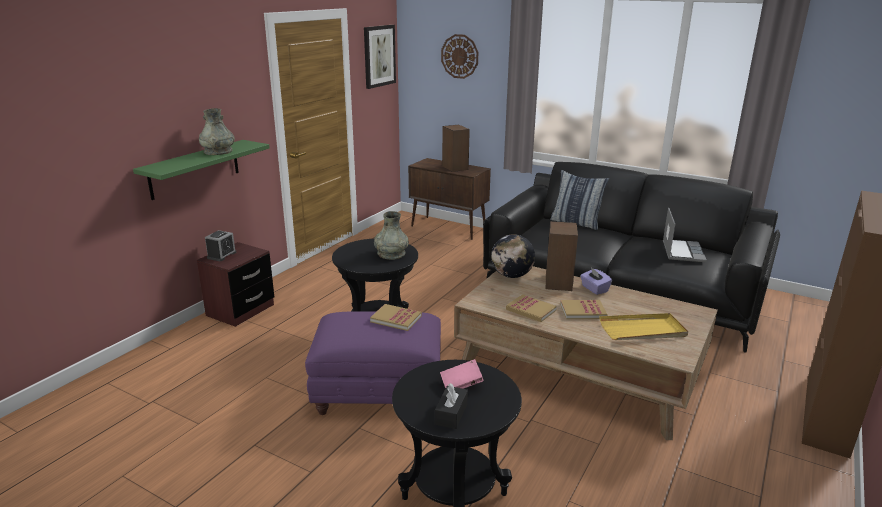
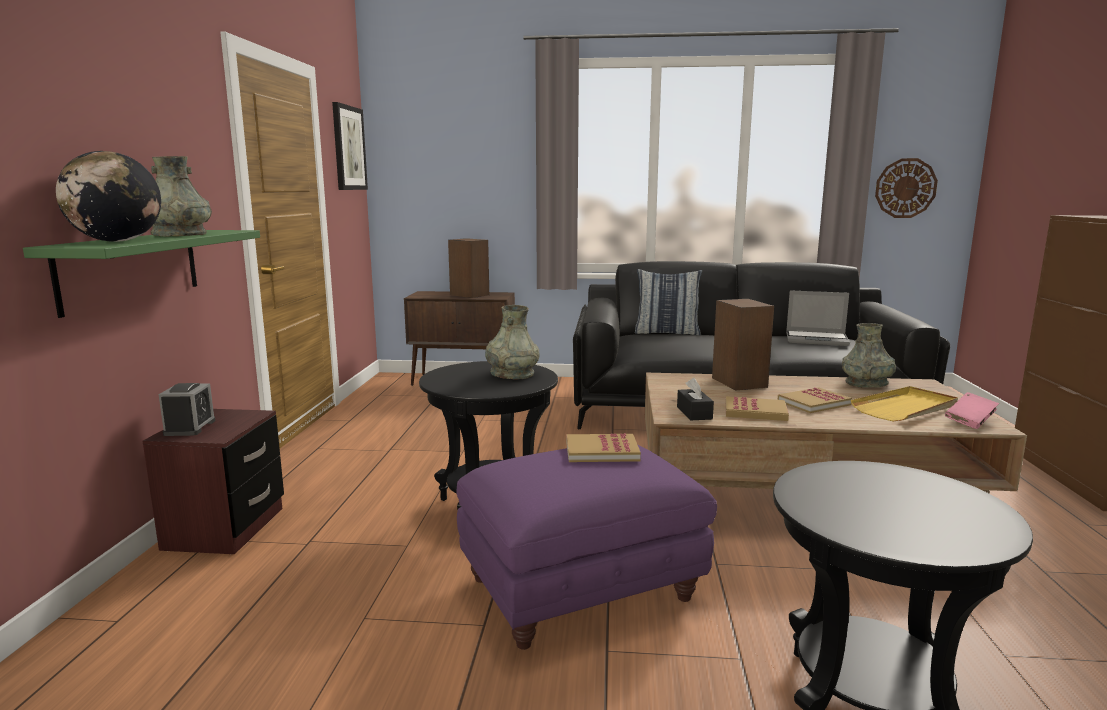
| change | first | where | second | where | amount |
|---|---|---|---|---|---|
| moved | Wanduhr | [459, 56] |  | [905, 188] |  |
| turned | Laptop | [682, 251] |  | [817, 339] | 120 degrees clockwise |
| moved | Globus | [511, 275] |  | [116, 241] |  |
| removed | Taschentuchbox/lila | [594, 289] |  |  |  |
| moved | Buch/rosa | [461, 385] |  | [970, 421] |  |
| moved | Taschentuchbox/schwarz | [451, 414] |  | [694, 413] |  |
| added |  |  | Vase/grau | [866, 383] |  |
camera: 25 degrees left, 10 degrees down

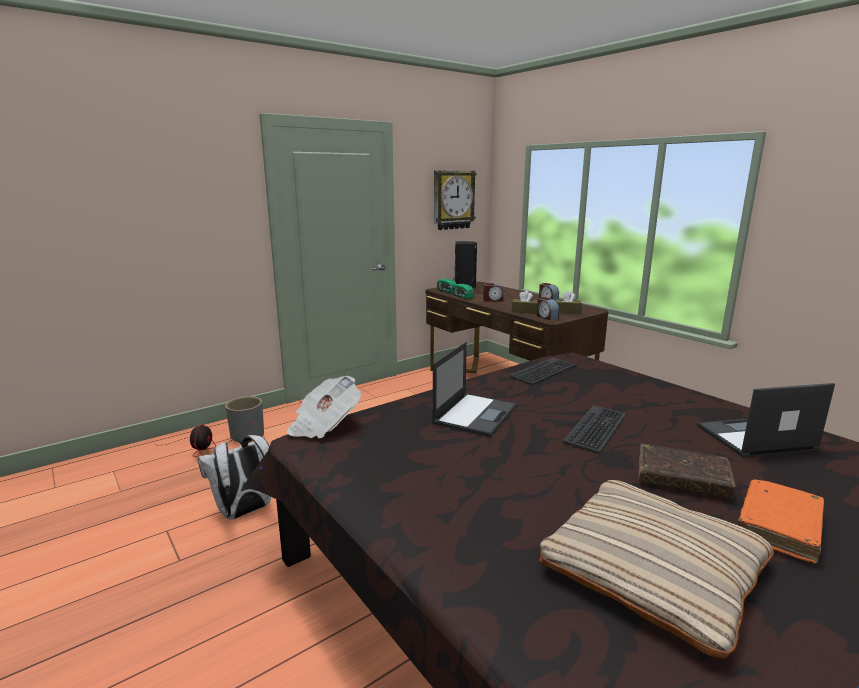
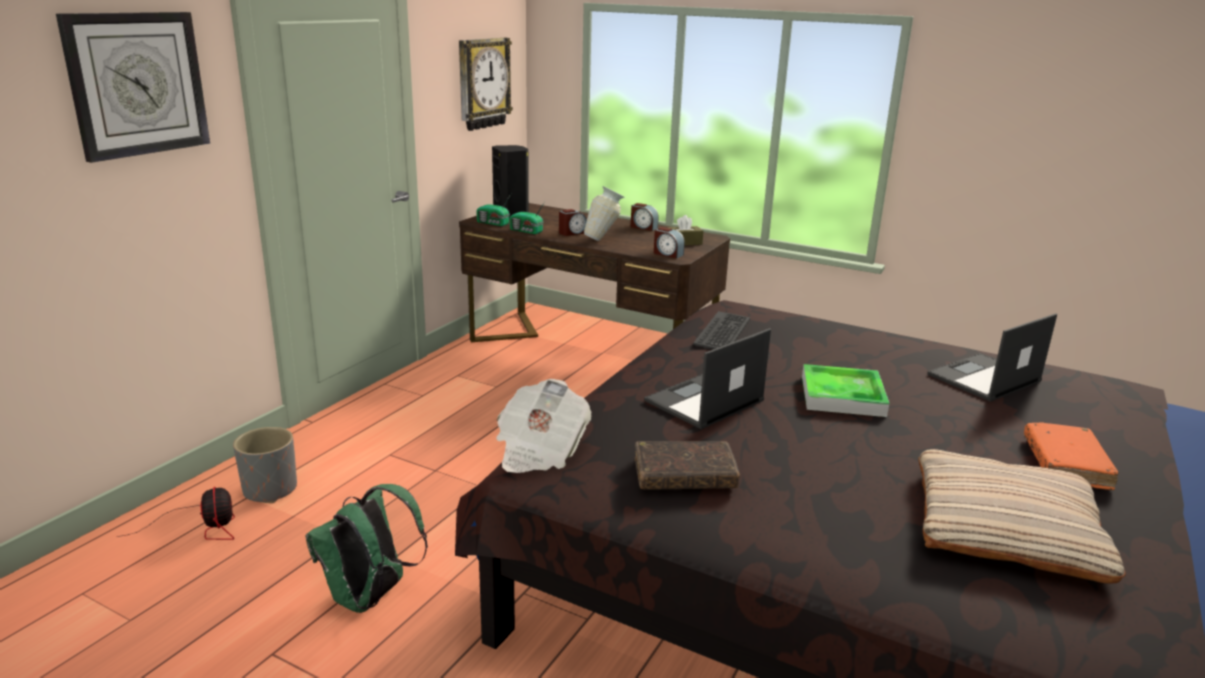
| change | first | where | second | where | amount |
|---|---|---|---|---|---|
| removed | Taschentuchbox/braun | [524, 311] |  |  |  |
| turned | Laptop | [475, 414] |  | [703, 401] | 135 degrees counterclockwise |
| replaced | Tastatur | [597, 429] | Tablett | [842, 396] |  |
| recoloured | Rucksack/weiß | [244, 512] | Rucksack/grün | [370, 598] |  |
| moved | Buch/braun | [682, 479] |  | [684, 476] |  |
| added |  |  | Wanduhr | [137, 84] |  |
| added |  |  | Vase | [604, 239] |  |
camera: 25 degrees left, 5 degrees up

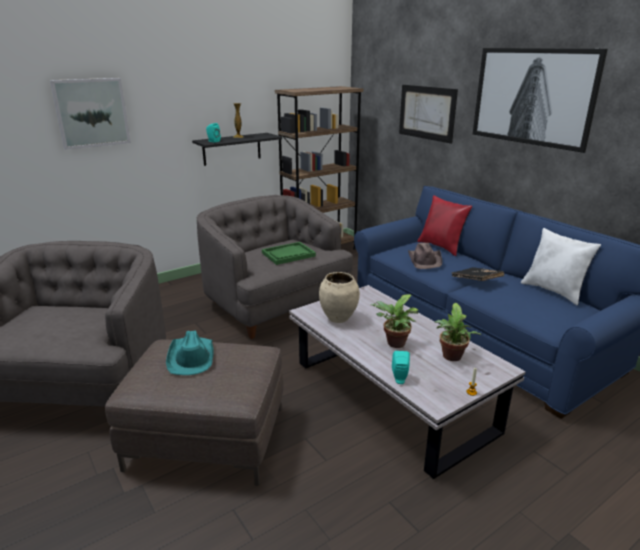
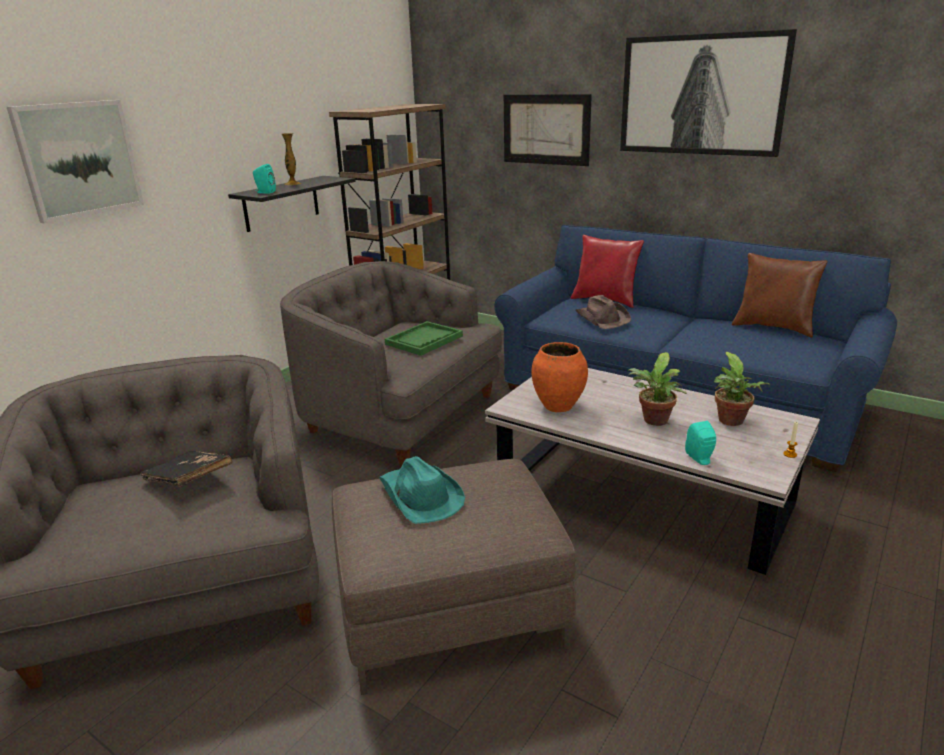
| change | first | where | second | where | amount |
|---|---|---|---|---|---|
| recoloured | Kissen/weiß | [554, 291] | Kissen/braun | [774, 327] |  |
| moved | Buch/schwarz | [476, 281] |  | [189, 481] |  |
| recoloured | Vase/beige | [338, 318] | Vase/orange | [558, 406] |  |
camera: 20 degrees left, 0 degrees up

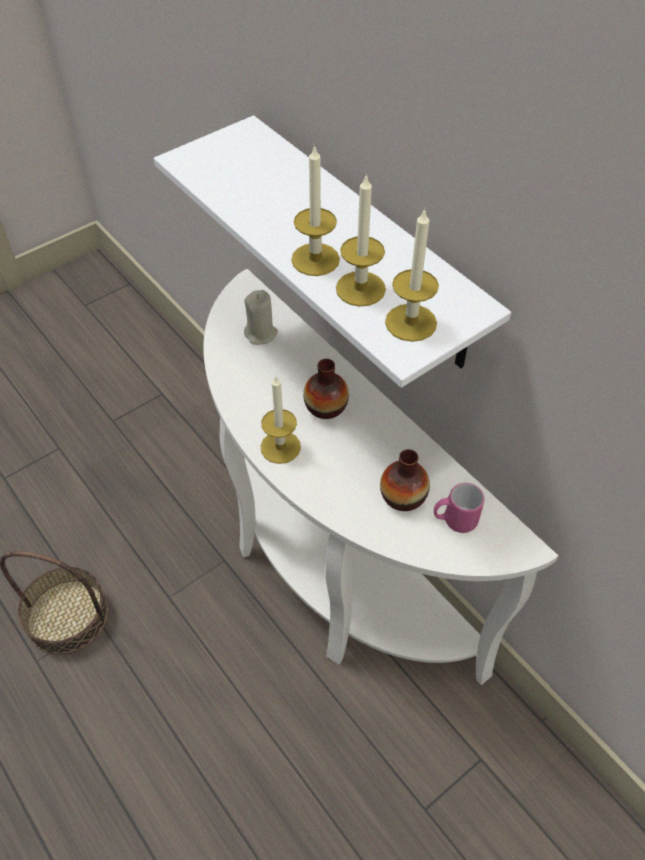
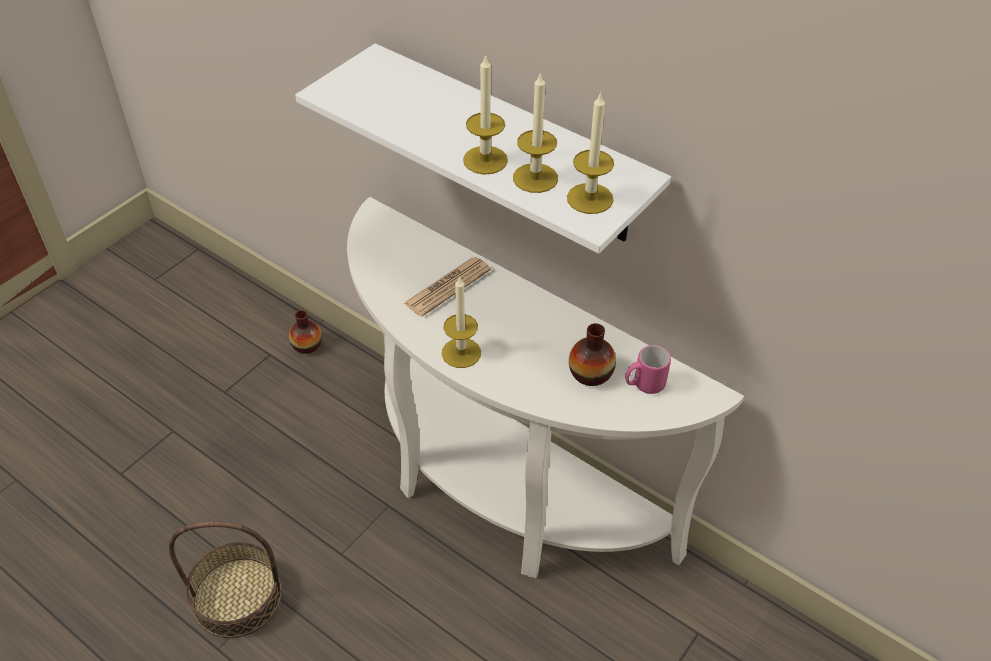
| change | first | where | second | where | amount |
|---|---|---|---|---|---|
| removed | Kerze/beige | [261, 334] |  |  |  |
| moved | Vase | [326, 406] |  | [307, 345] |  |
| added |  |  | Zeitung | [447, 287] |  |
camera: 15 degrees left, 5 degrees down

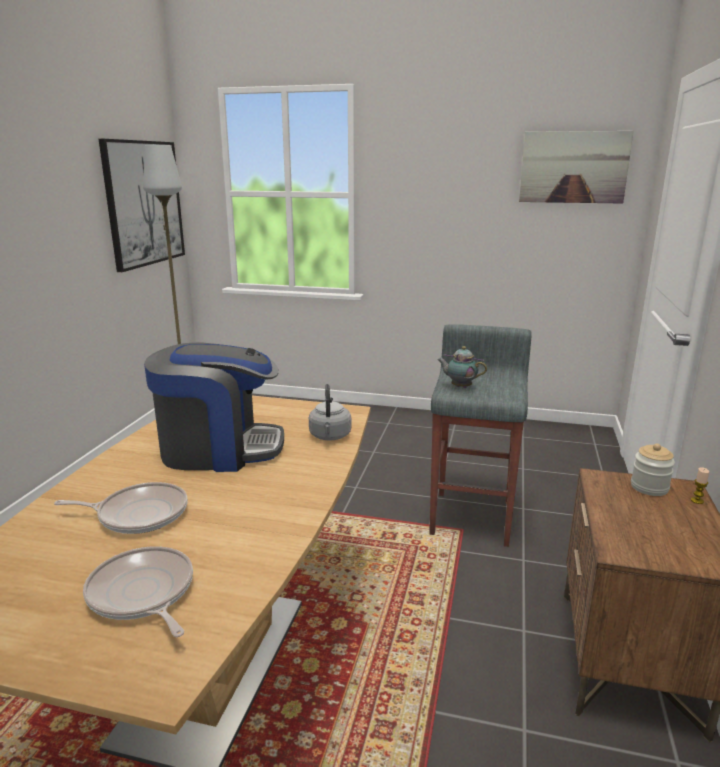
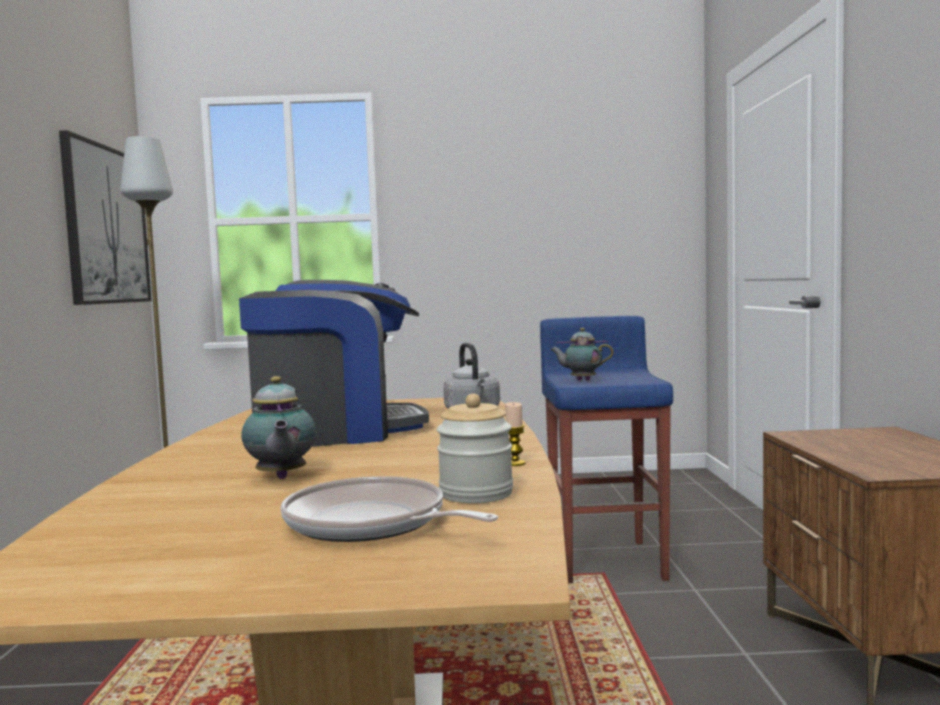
| change | first | where | second | where | amount |
|---|---|---|---|---|---|
| removed | Bild | [573, 167] |  |  |  |
| recoloured | Hocker/grau | [473, 517] | Hocker/blau | [607, 561] |  |
| moved | Vorratsglas | [649, 487] |  | [476, 493] |  |
| moved | Kerze | [697, 500] |  | [515, 463] |  |
| replaced | Pfanne | [138, 514] | Teekanne | [281, 478] |  |
camera: 15 degrees left, 15 degrees down

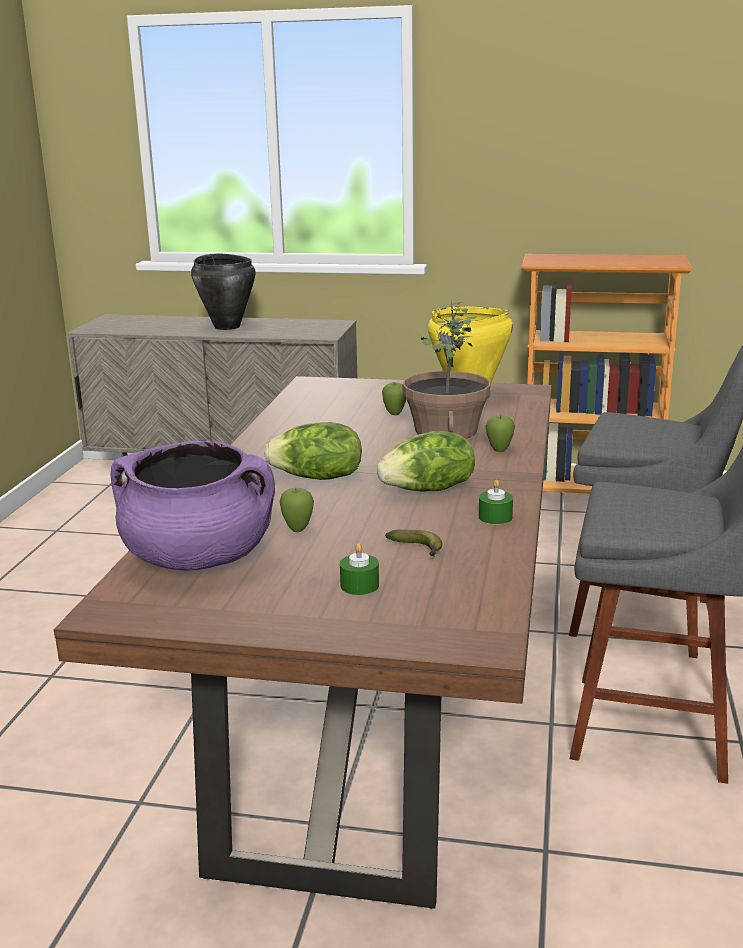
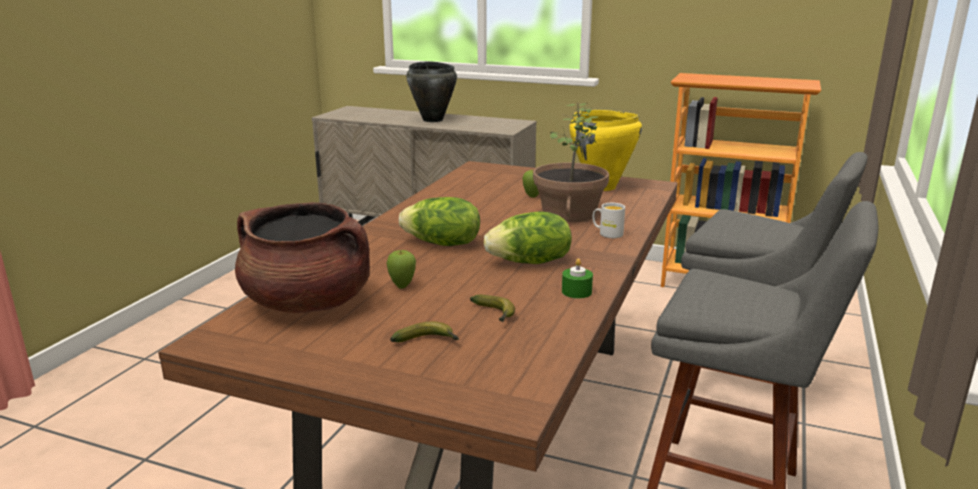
| change | first | where | second | where | amount |
|---|---|---|---|---|---|
| replaced | Apfel | [499, 450] | Henkelbecher/weiß | [607, 233] |  |
| recoloured | Kochtopf/lila | [199, 558] | Kochtopf/braun | [308, 303] |  |
| replaced | Kerze/grün | [359, 585] | Banane | [428, 341] |  |
camera: 10 degrees right, 0 degrees up

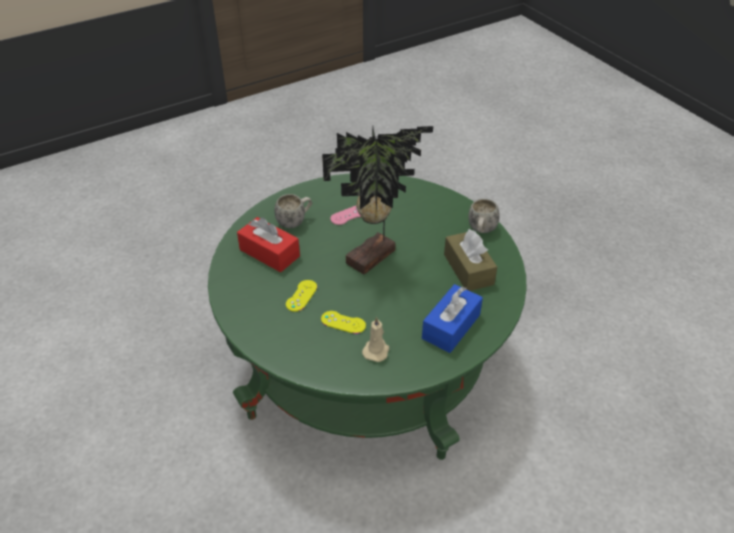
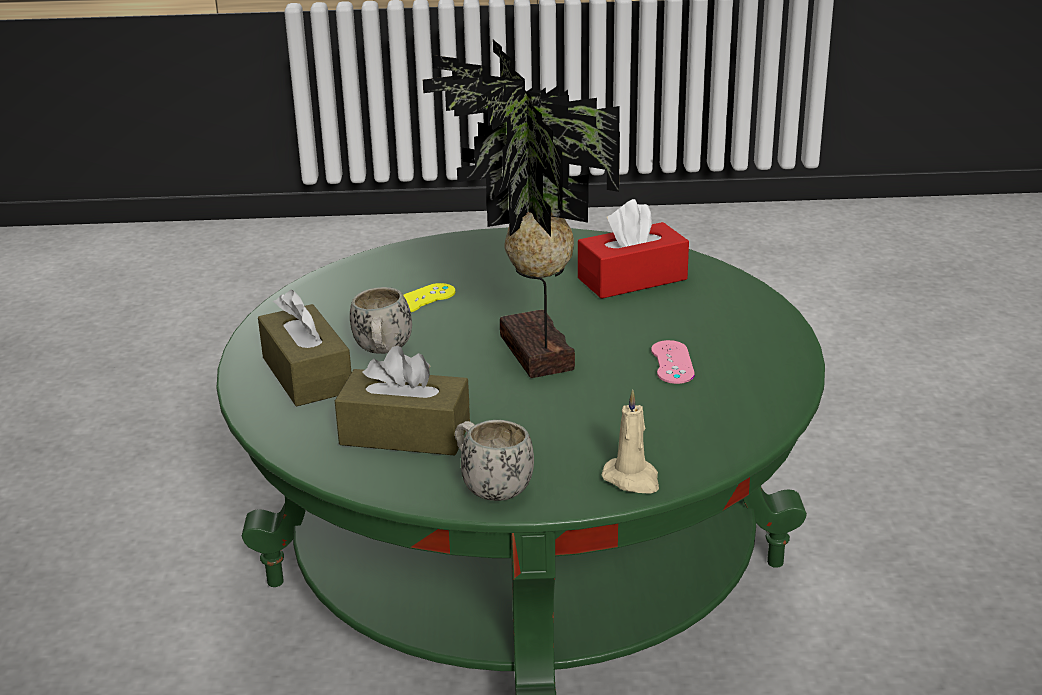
| change | first | where | second | where | amount |
|---|---|---|---|---|---|
| moved | Henkelbecher/weiß | [295, 221] |  | [383, 353] |  |
| removed | Gamepad/gelb | [301, 296] |  |  |  |
| recoloured | Taschentuchbox/blau | [451, 326] | Taschentuchbox/braun | [307, 375] |  |
| moved | Kerze/beige | [376, 350] |  | [632, 479] |  |
camera: 120 degrees right, 15 degrees down

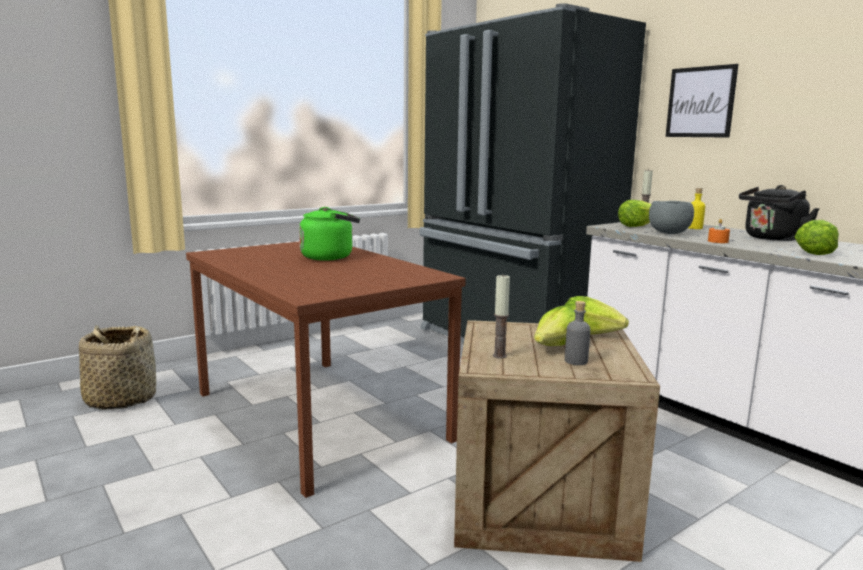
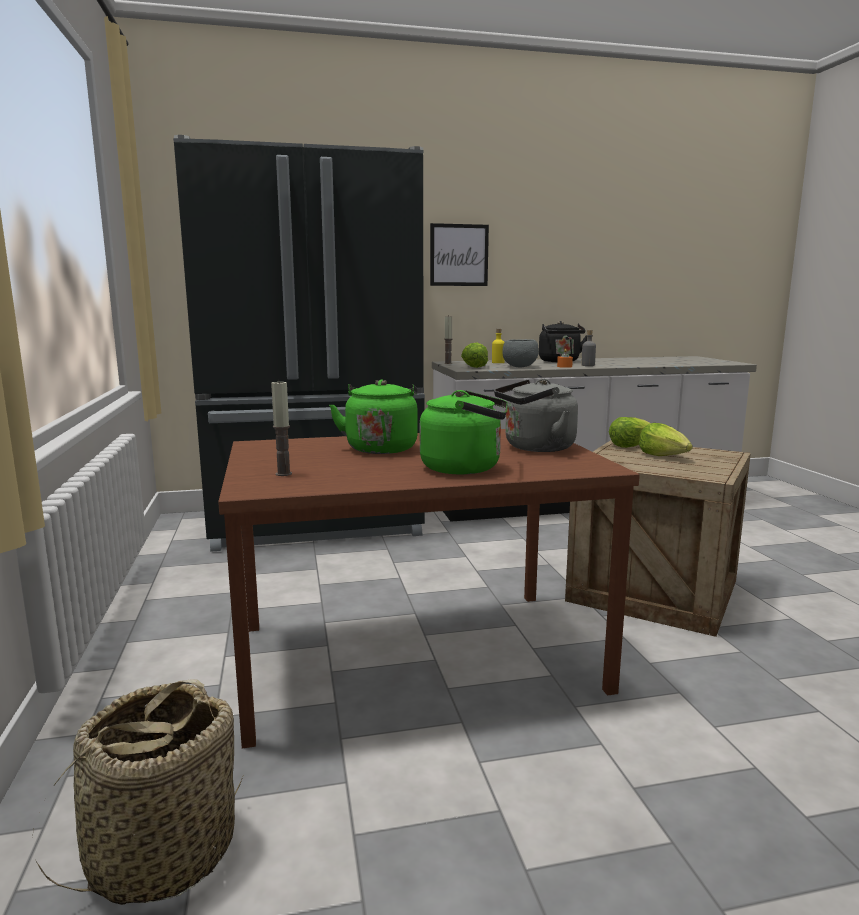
| change | first | where | second | where | amount |
|---|---|---|---|---|---|
| removed | Salatkopf | [813, 252] |  |  |  |
| moved | Kerze | [499, 356] |  | [284, 474] |  |
| moved | Flasche/grau | [576, 361] |  | [588, 365] |  |
| added |  |  | Wasserkessel/grau | [535, 448] |  |
| added |  |  | Wasserkessel/grün | [466, 468] |  |
camera: 65 degrees left, 0 degrees up

